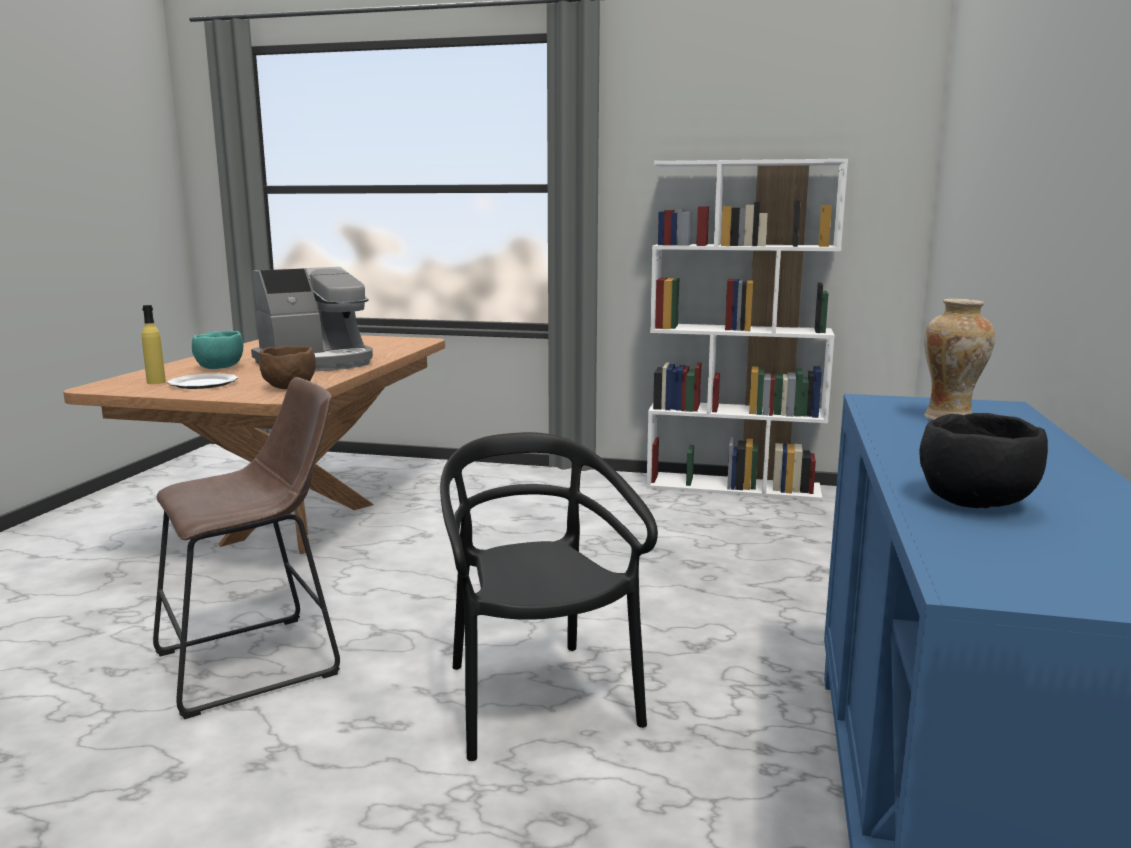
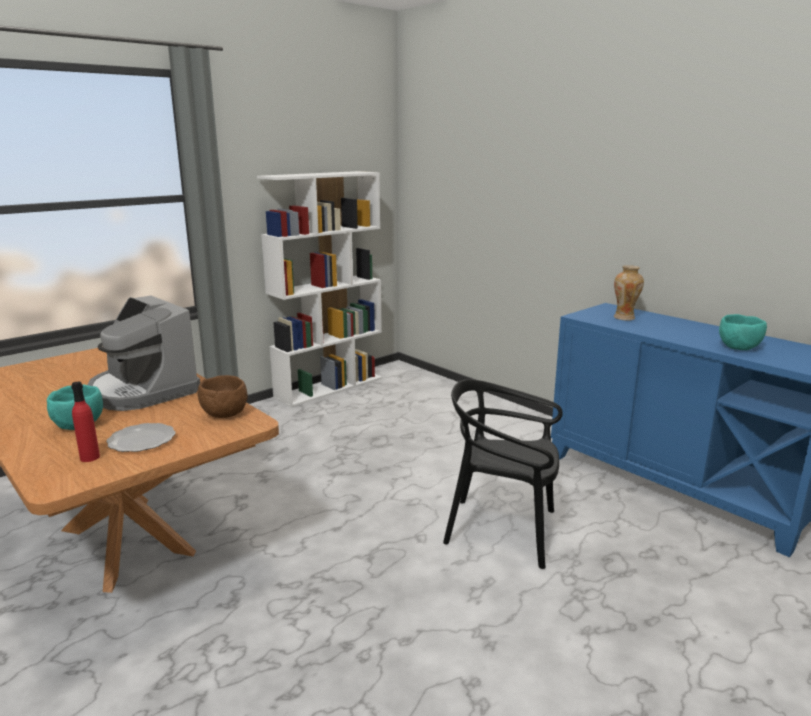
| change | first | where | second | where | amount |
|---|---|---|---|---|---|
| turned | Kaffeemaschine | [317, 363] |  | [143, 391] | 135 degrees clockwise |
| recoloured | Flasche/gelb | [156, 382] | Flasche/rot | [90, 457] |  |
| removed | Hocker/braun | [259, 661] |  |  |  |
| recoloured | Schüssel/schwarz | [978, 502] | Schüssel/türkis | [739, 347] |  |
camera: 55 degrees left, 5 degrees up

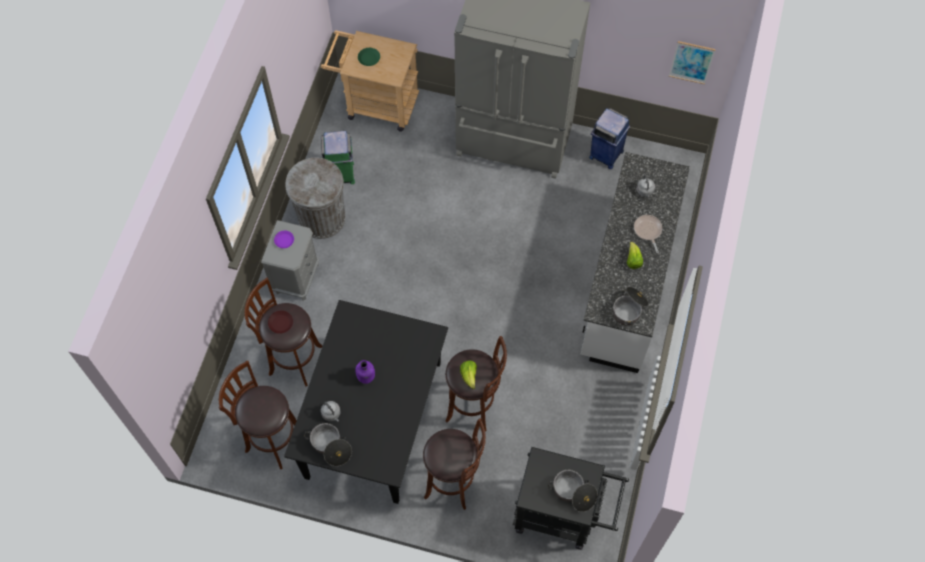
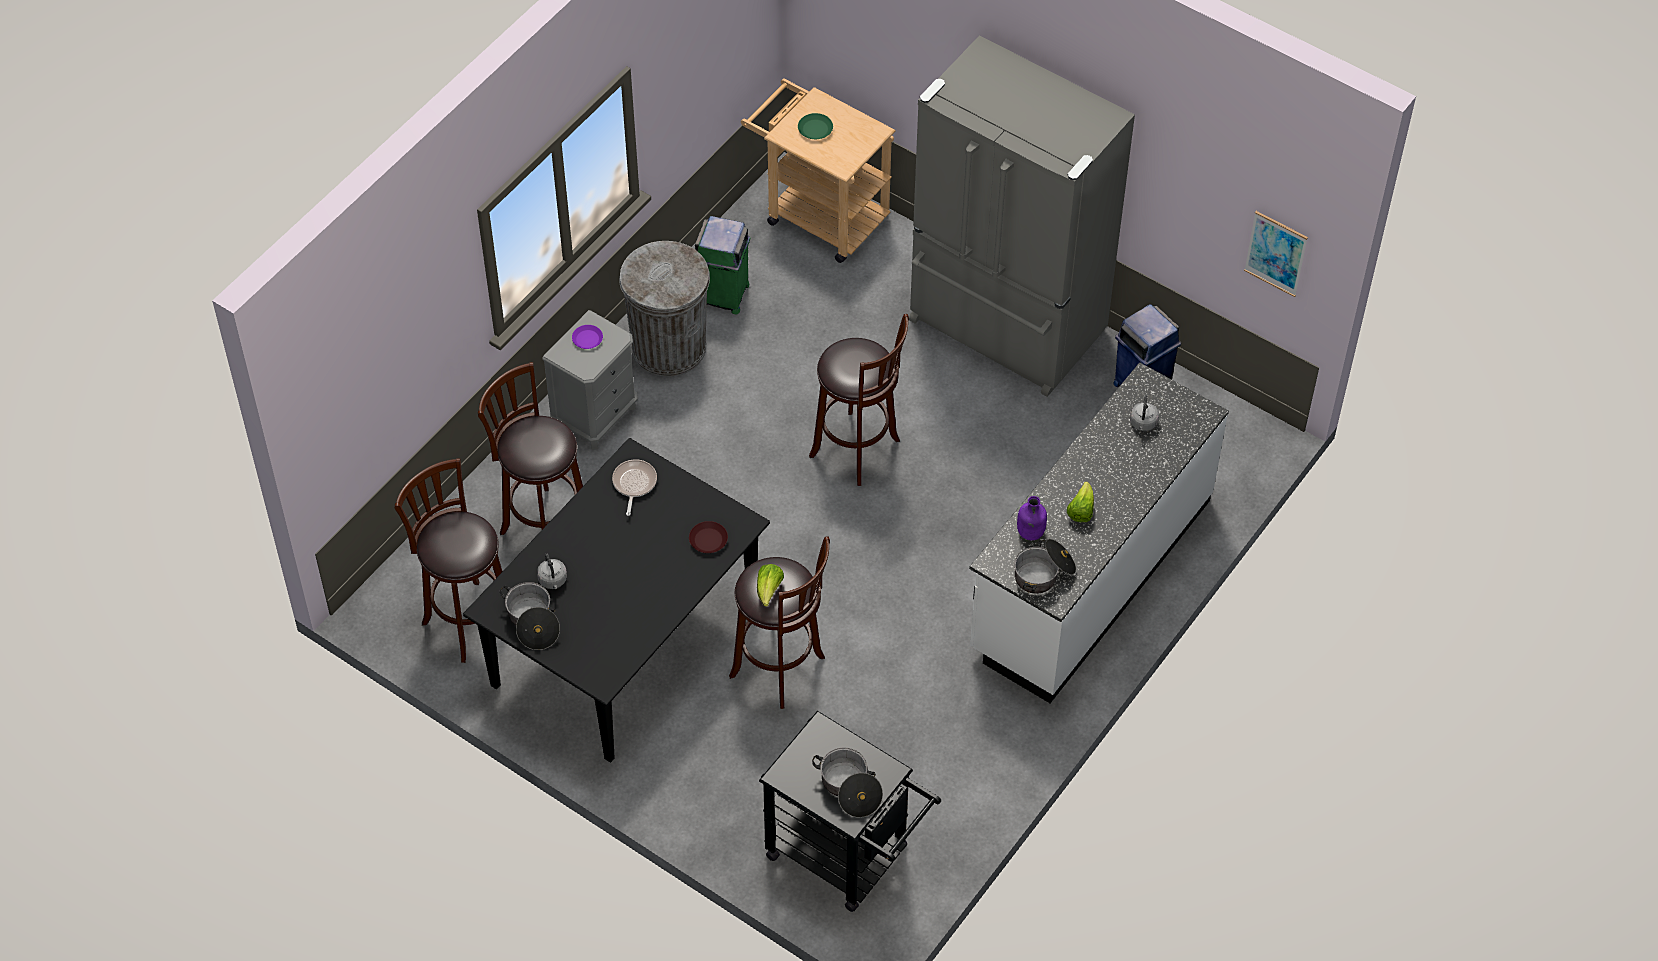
| change | first | where | second | where | amount |
|---|---|---|---|---|---|
| moved | Pfanne | [648, 231] |  | [634, 484] |  |
| moved | Teller/braun | [280, 323] |  | [708, 540] |  |
| moved | Flasche/lila | [366, 377] |  | [1030, 533] |  |
| moved | Hocker/braun | [454, 482] |  | [858, 450] |  |
camera: 20 degrees right, 10 degrees down

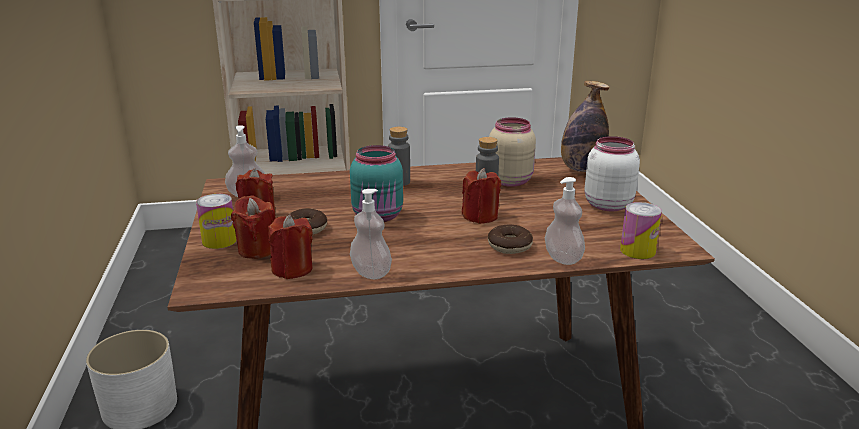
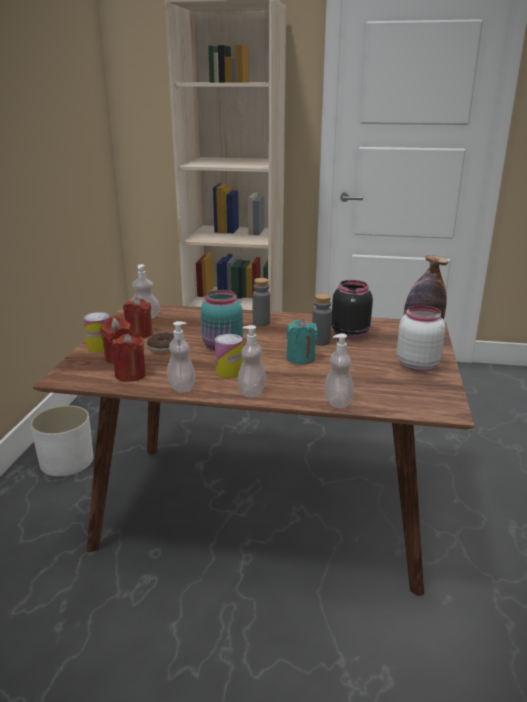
| change | first | where | second | where | amount |
|---|---|---|---|---|---|
| recoloured | Vorratsglas/beige | [510, 180] | Vorratsglas/schwarz | [350, 333] |  |
| recoloured | Kerze/rot | [480, 216] | Kerze/türkis | [300, 358] |  |
| moved | Dose | [637, 251] |  | [229, 372] |  |
| removed | Donut | [509, 246] |  |  |  |
| added |  |  | Seifenspender | [252, 392] |  |
camera: 20 degrees right, 0 degrees up

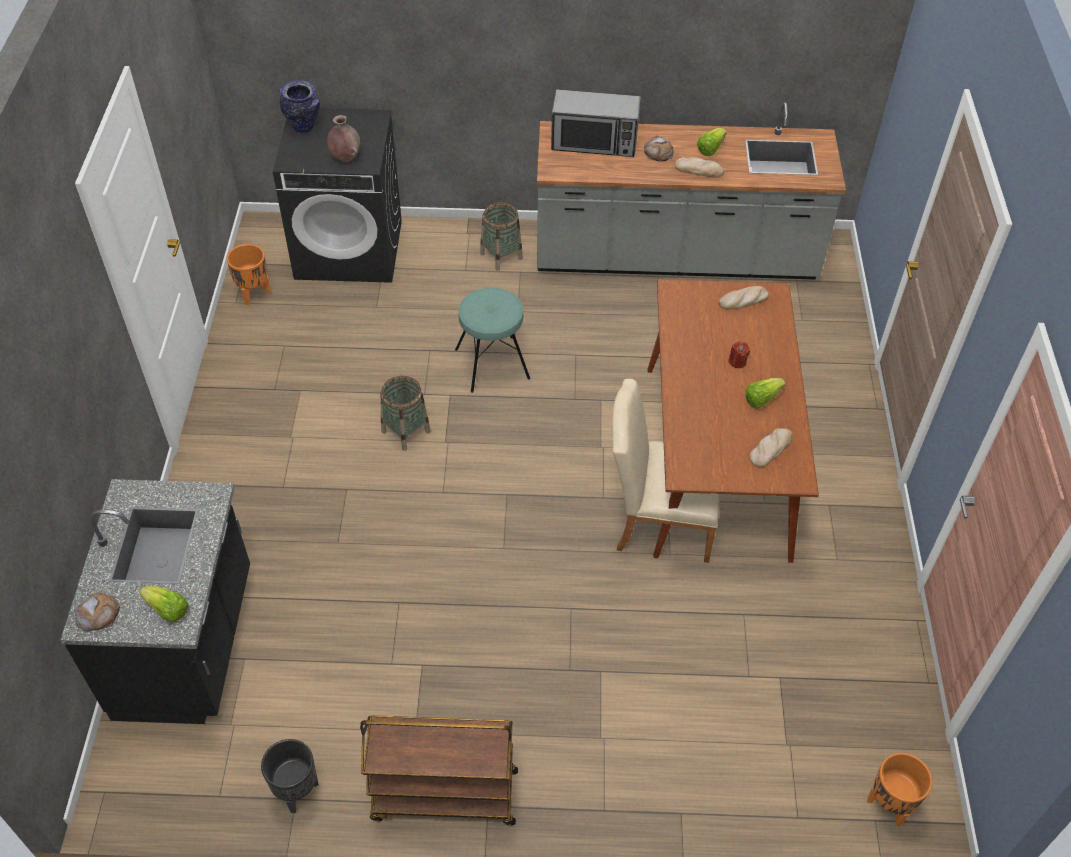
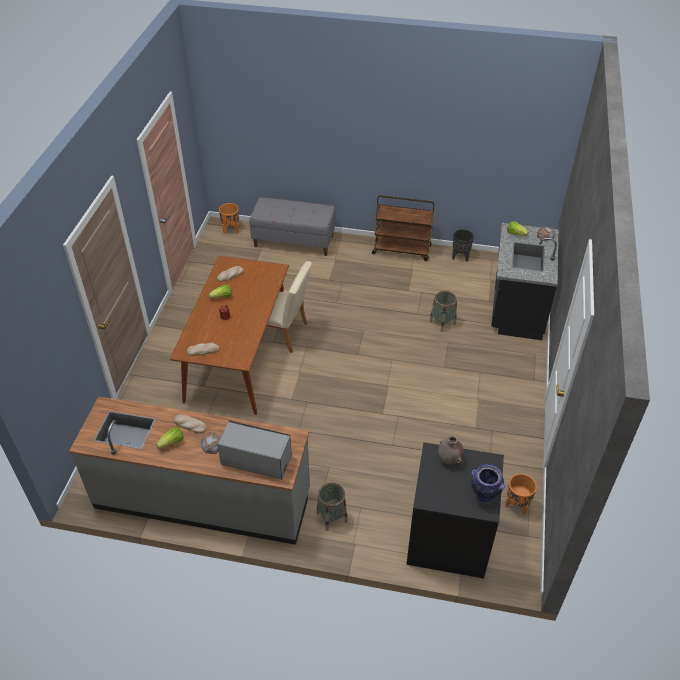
| change | first | where | second | where | amount |
|---|---|---|---|---|---|
| removed | Hocker/türkis | [492, 364] |  |  |  |
| moved | Korb | [406, 431] |  | [442, 323] |  |
| added |  |  | Bank/grau | [294, 241] |  |
camera: 170 degrees left, 5 degrees down

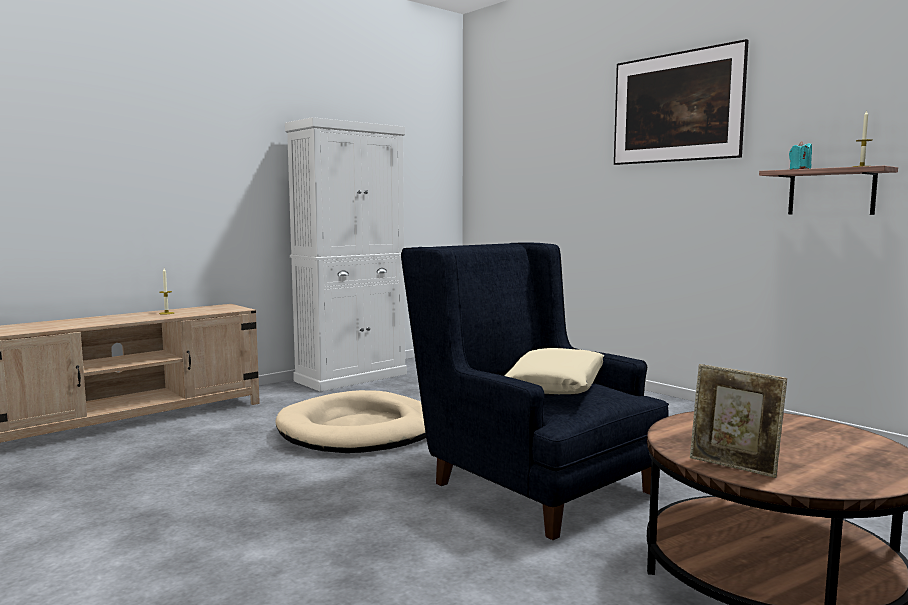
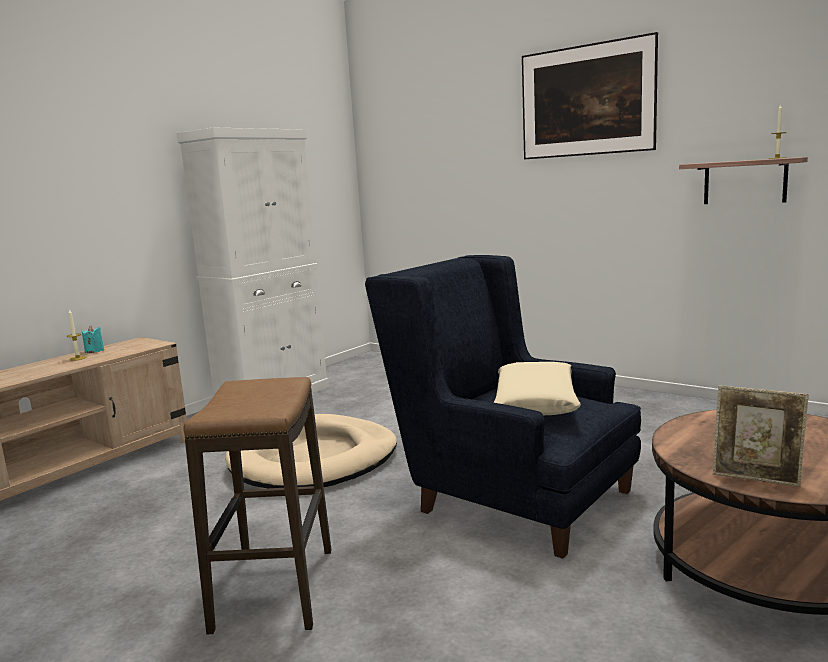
| change | first | where | second | where | amount |
|---|---|---|---|---|---|
| moved | Kerze/türkis | [799, 169] |  | [94, 351] |  |
| added |  |  | Hocker | [274, 589] |  |
camera: 10 degrees left, 5 degrees up

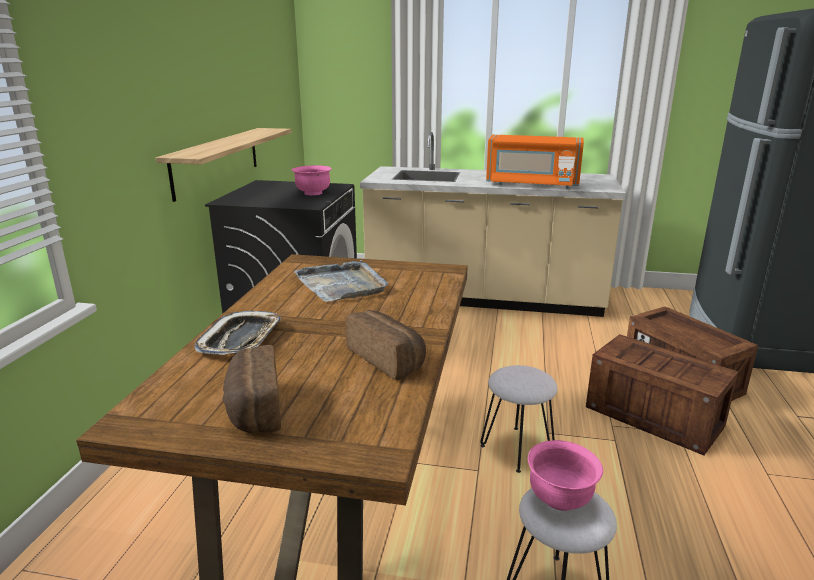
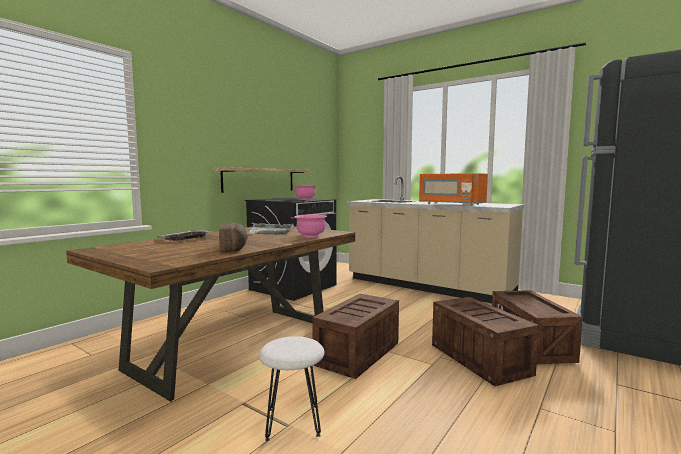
| change | first | where | second | where | amount |
|---|---|---|---|---|---|
| removed | Brot | [253, 408] |  |  |  |
| replaced | Hocker/weiß | [517, 449] | Kiste | [357, 354] |  |
| moved | Schüssel/rosa | [560, 499] |  | [310, 236] |  |
camera: 25 degrees right, 15 degrees down

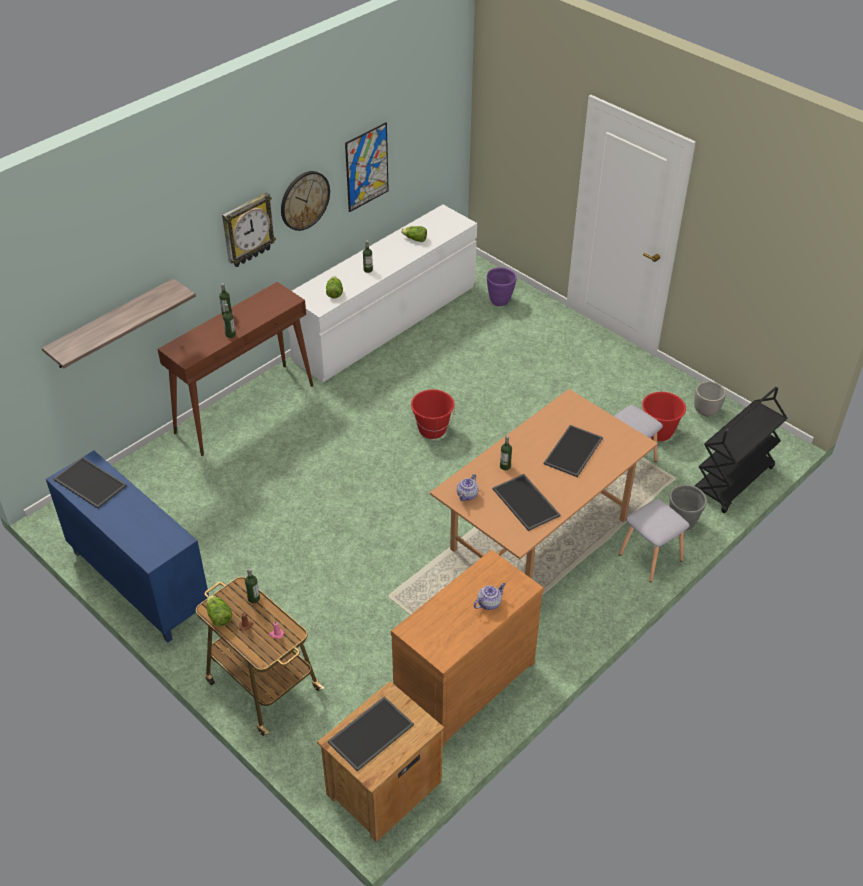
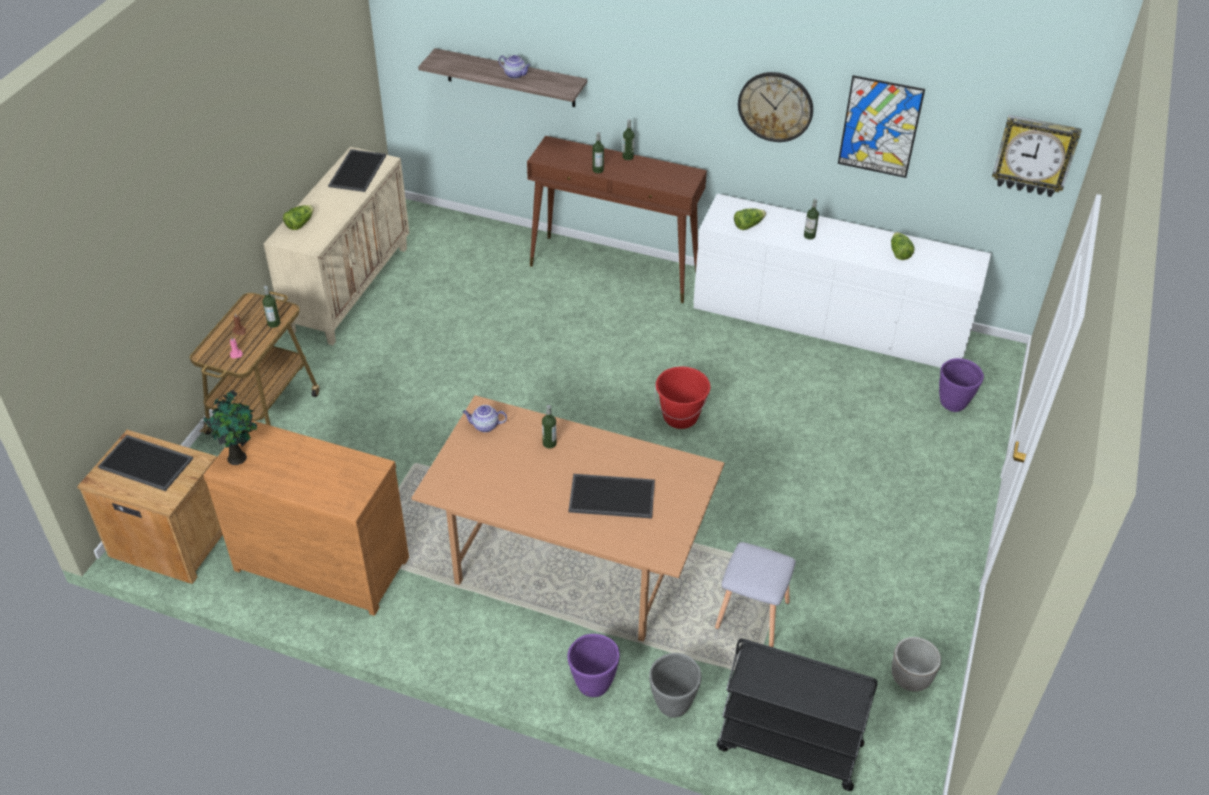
| change | first | where | second | where | amount |
|---|---|---|---|---|---|
| moved | Wanduhr | [247, 230] |  | [1034, 155] |  |
| removed | Eimer/rot | [659, 432] |  |  |  |
| recoloured | Schrank/blau | [138, 582] | Schrank/beige | [349, 288] |  |
| removed | Tablett | [527, 502] |  |  |  |
| replaced | Hocker/grau | [650, 558] | Pflanzkübel/lila | [593, 685] |  |
| moved | Teekanne | [489, 603] |  | [515, 75] |  |
| moved | Salatkopf | [218, 616] |  | [300, 224] |  |
| added |  |  | Topfpflanze | [238, 457] |  |
camera: 65 degrees right, 0 degrees up

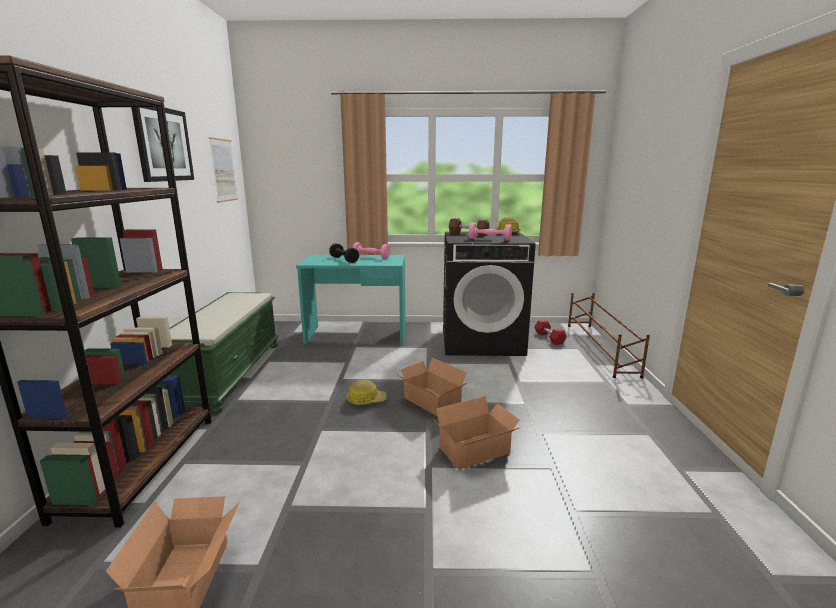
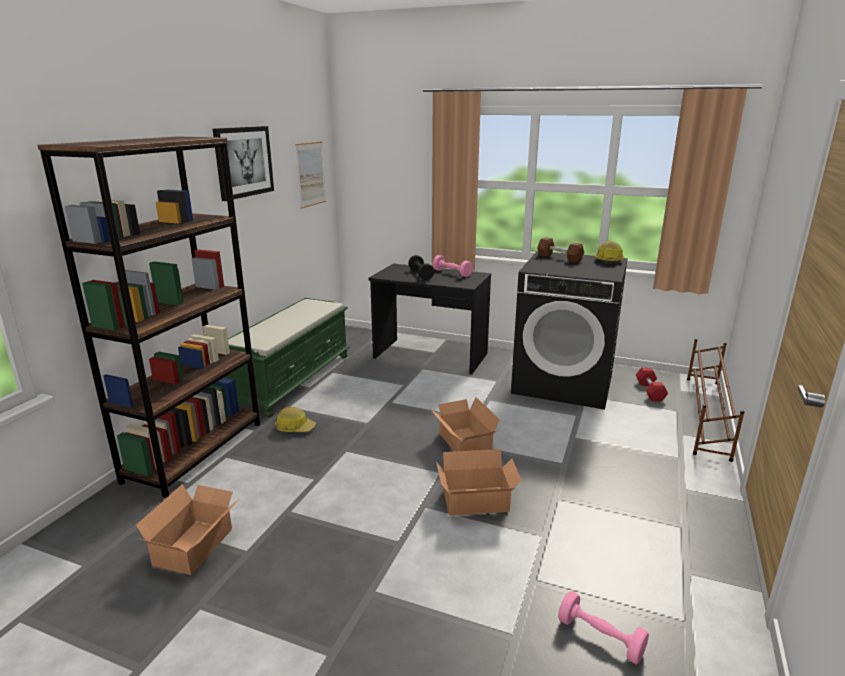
| change | first | where | second | where | amount |
|---|---|---|---|---|---|
| moved | Hantel/rosa | [489, 239] |  | [600, 637] |  |
| recoloured | Schreibtisch/türkis | [356, 336] | Schreibtisch/schwarz | [430, 356] |  |
| moved | Schutzhelm | [366, 400] |  | [295, 427] |  |
camera: 20 degrees right, 5 degrees up

